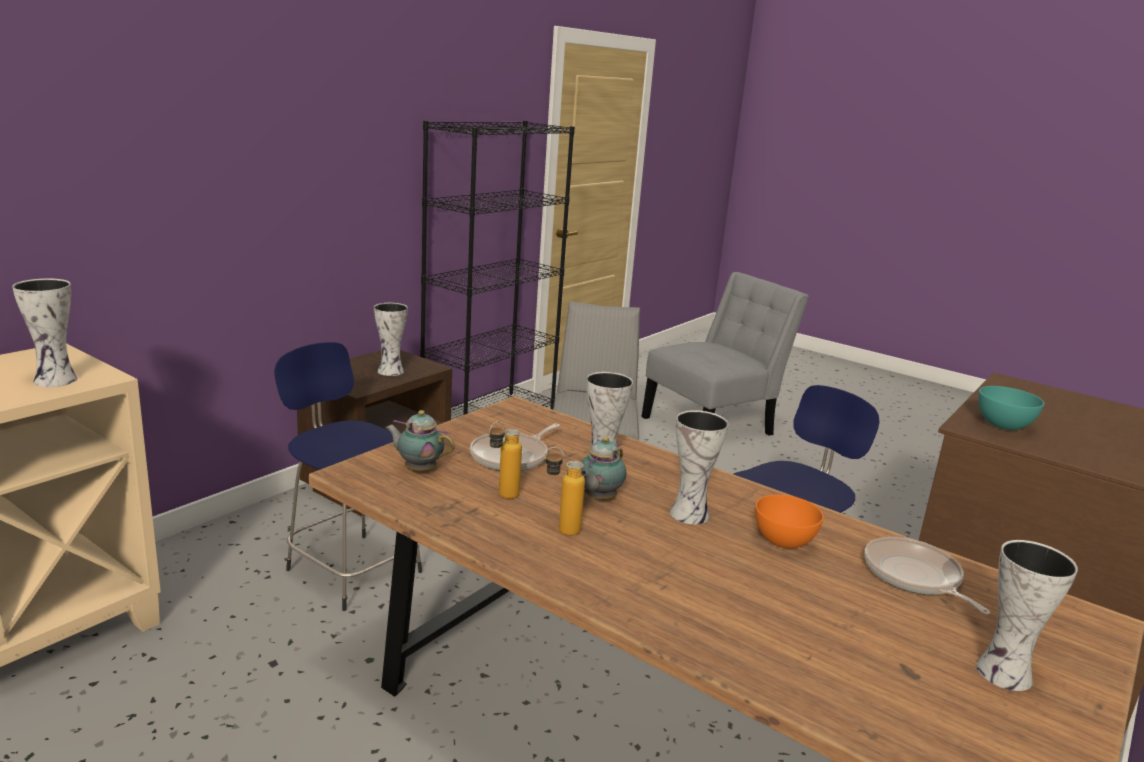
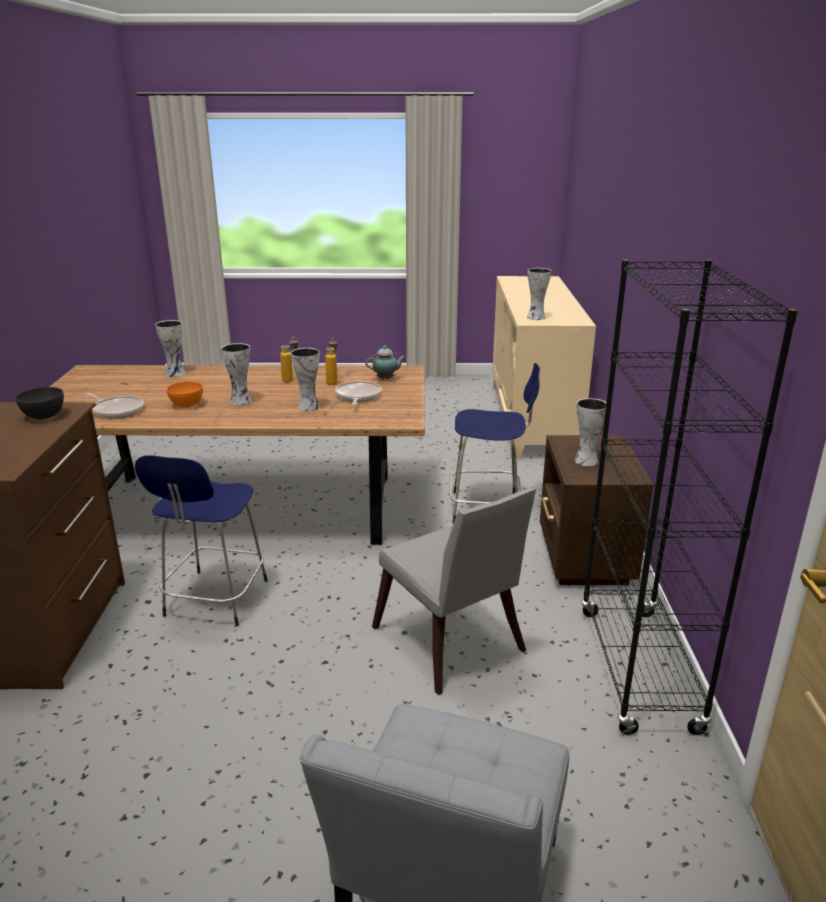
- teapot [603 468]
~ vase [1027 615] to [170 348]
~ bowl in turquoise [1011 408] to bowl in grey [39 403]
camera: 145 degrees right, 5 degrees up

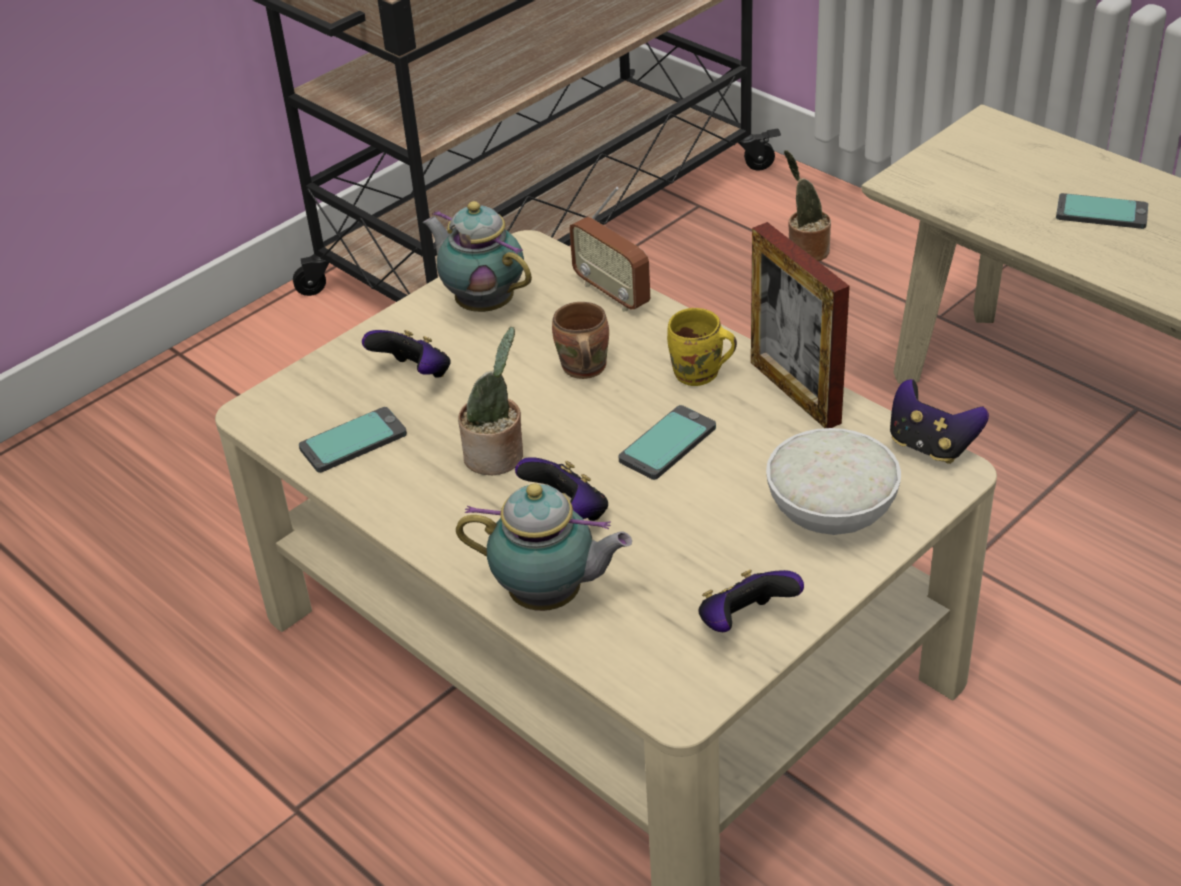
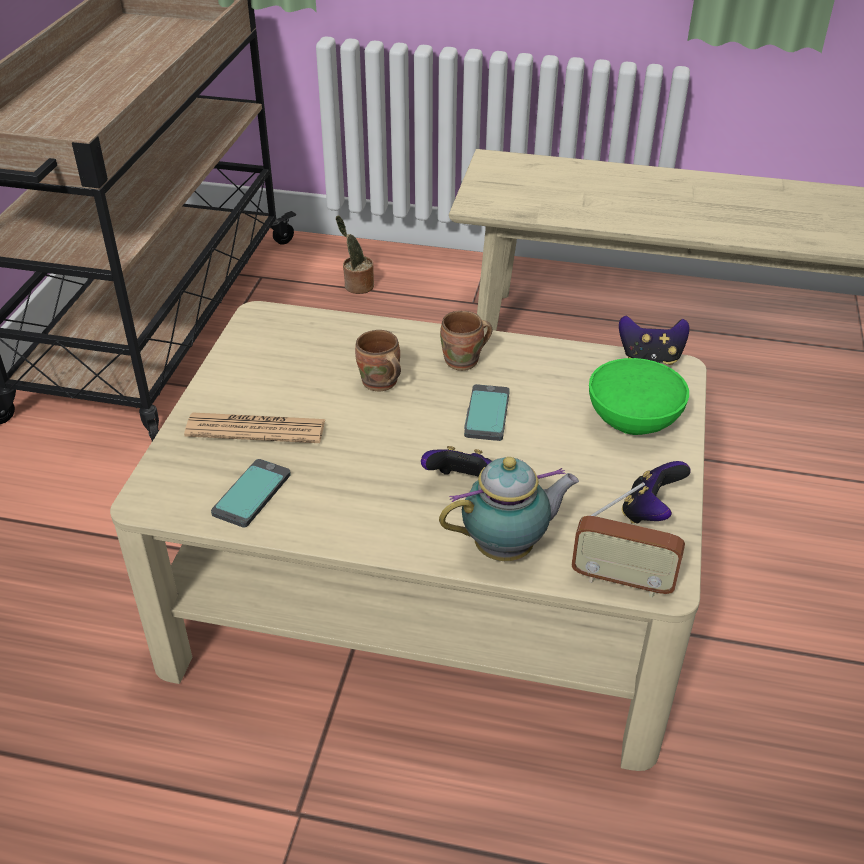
- teapot [477 256]
- potted plant [490 401]
- picture frame [800 325]
- phone [1102 211]
~ radio [609 249] to [628 539]
~ game controller [406 354] to newspaper [255 428]
~ mug in yellow [702 347] to mug in brown [466 340]
~ bowl in white [833 481] to bowl in green [639 396]
camera: 35 degrees left, 0 degrees up

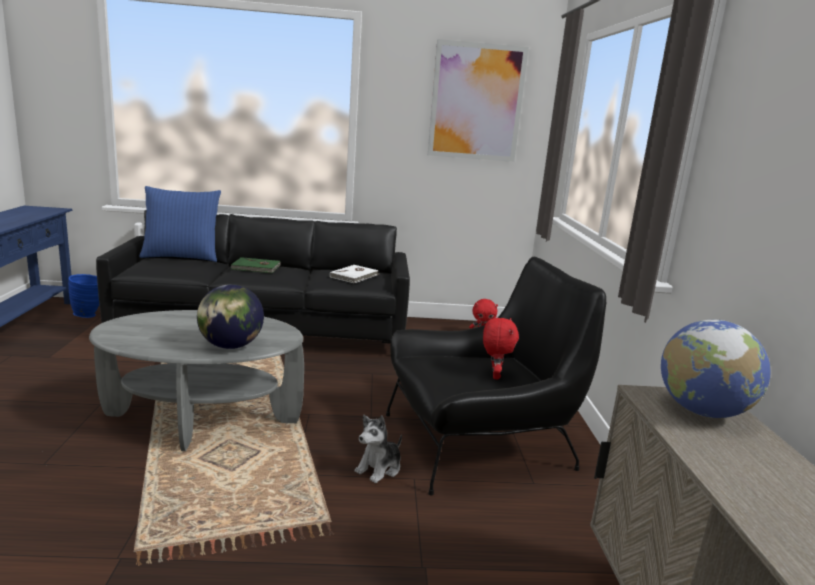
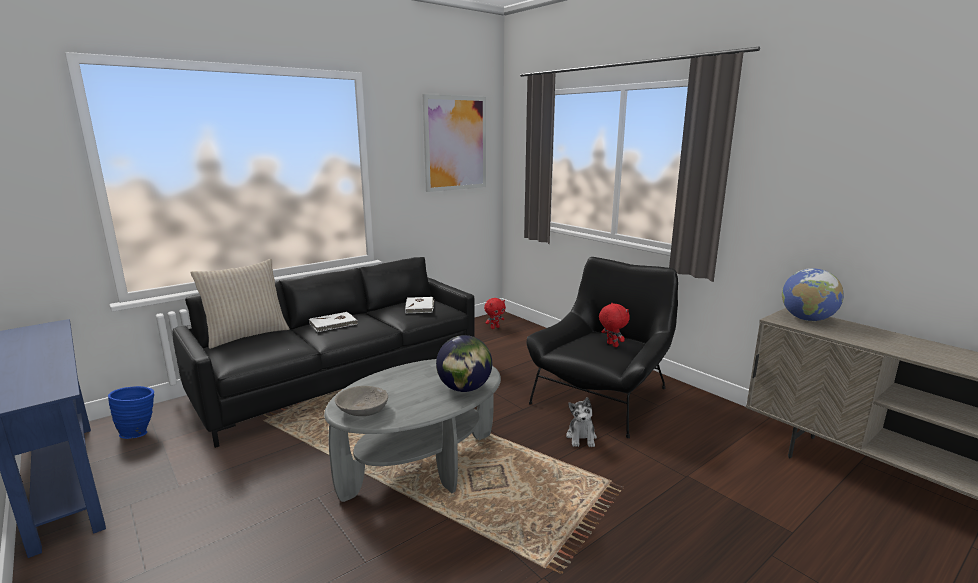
+ bowl in grey [361 401]
~ pillow in blue [180 224] to pillow in beige [240 304]
~ book in green [255 265] to book in white [333 322]
camera: 35 degrees left, 0 degrees up

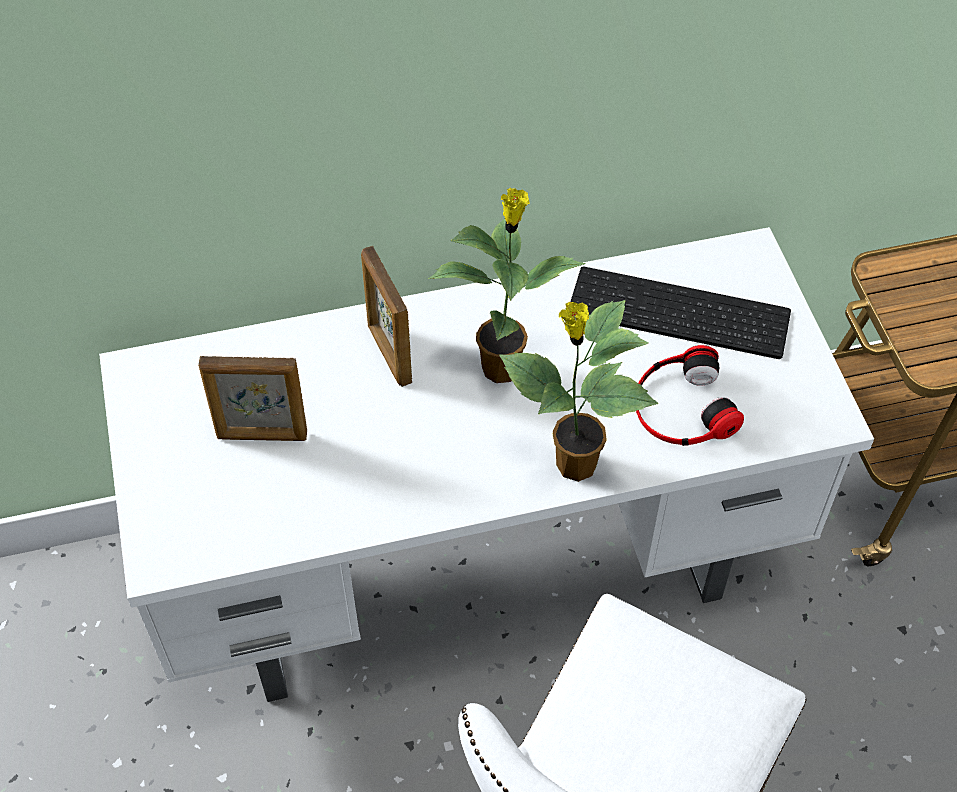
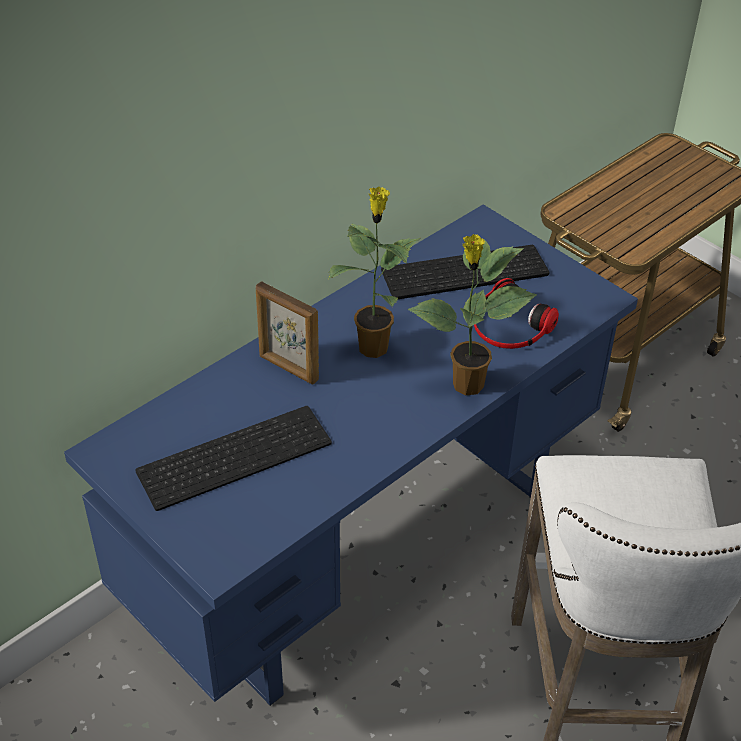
~ picture frame [252 398] to keyboard [233 458]
~ desk in white [486 464] to desk in blue [351 455]
camera: 30 degrees left, 10 degrees down

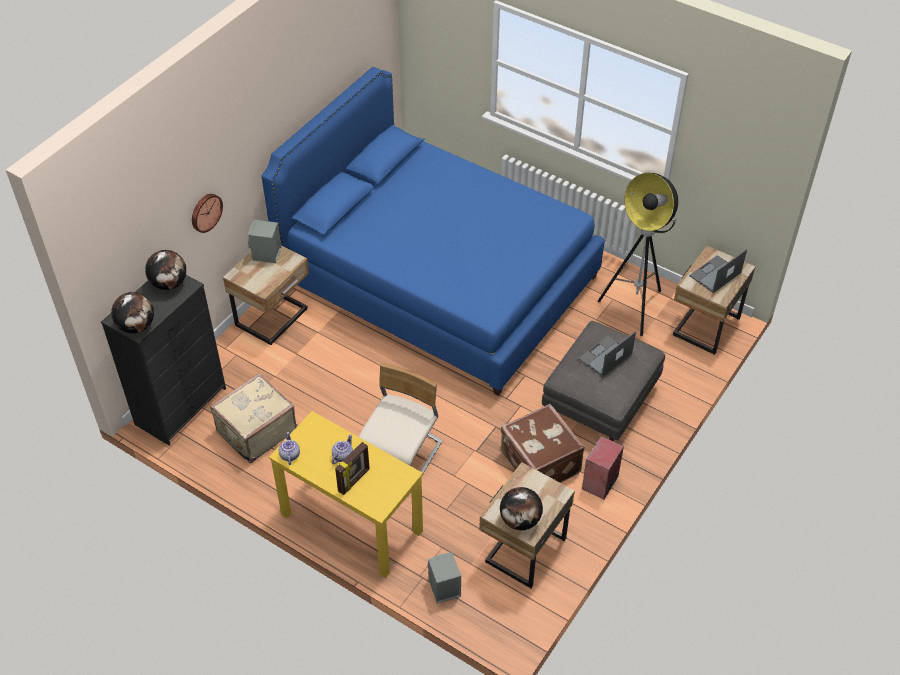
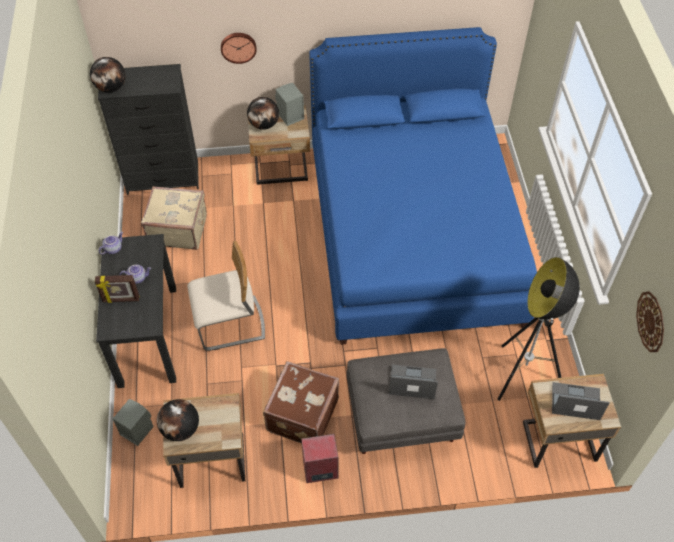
+ wall clock [650 321]
~ globe [165 270] to [263 113]
~ desk in yellow [346 494] to desk in black [136 311]
camera: 50 degrees right, 5 degrees up

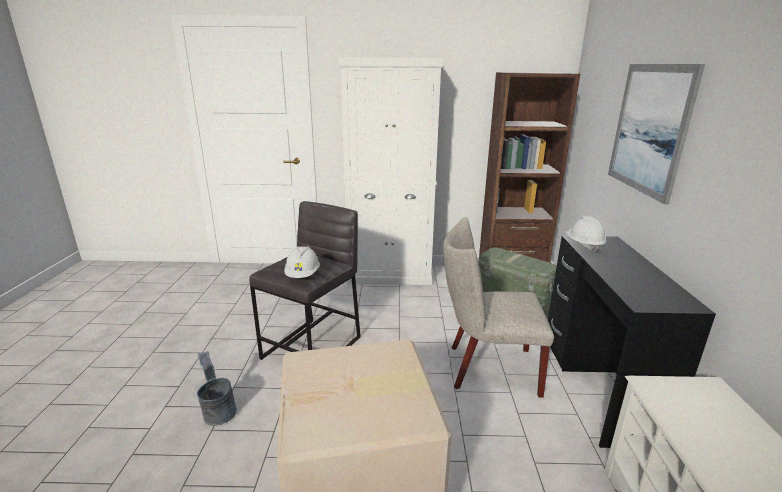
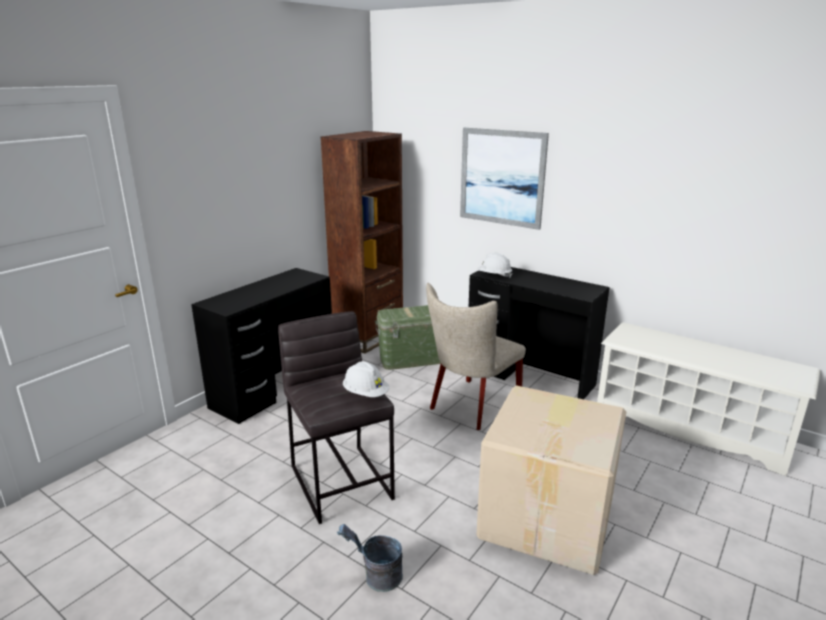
~ cabinet in white [390 171] to desk in black [261 346]
camera: 55 degrees left, 0 degrees up

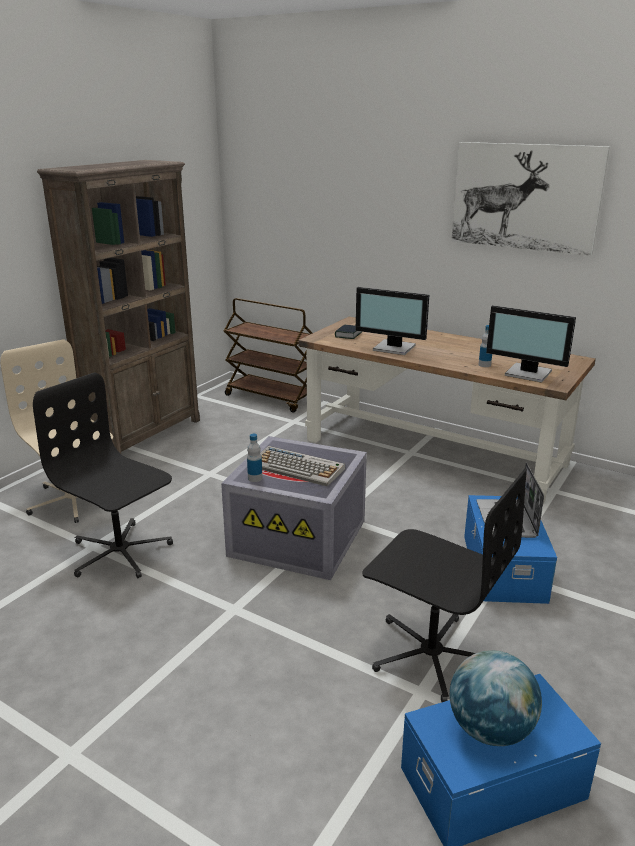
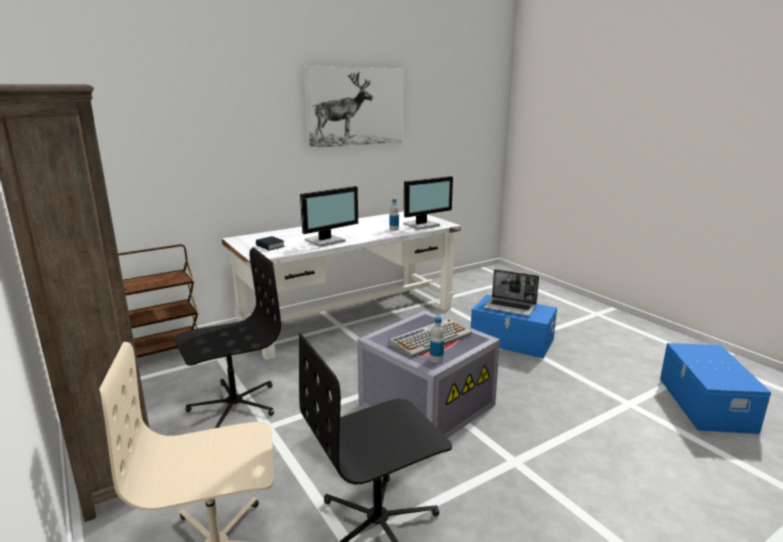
- globe [496 698]
~ office chair in black [444 585] to [227 338]
~ desk in brown [447 410] to desk in white [341 286]
camera: 65 degrees left, 5 degrees down

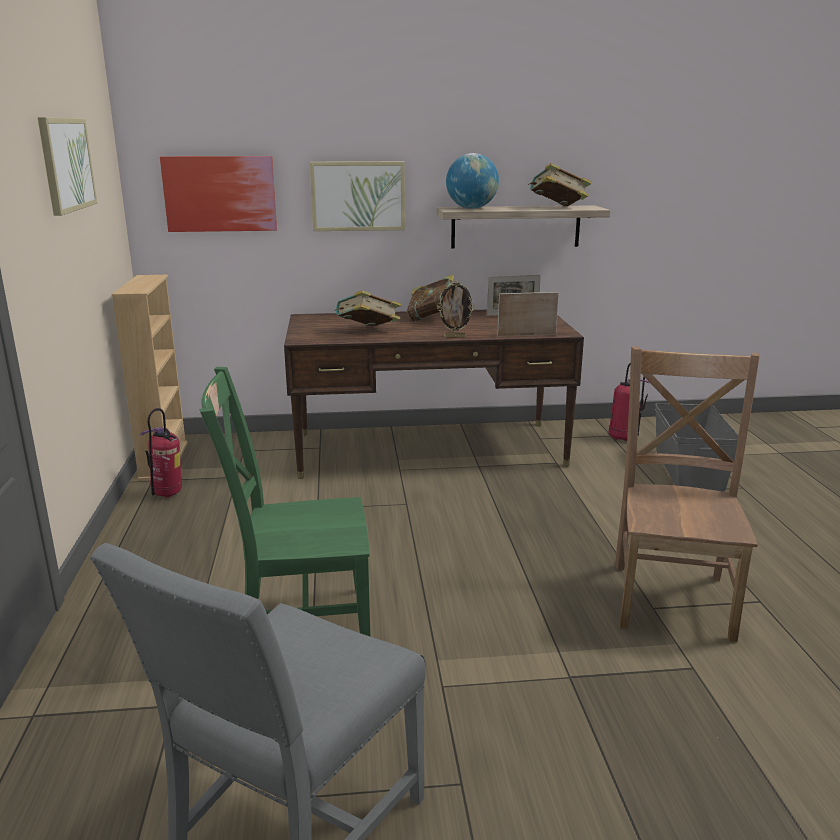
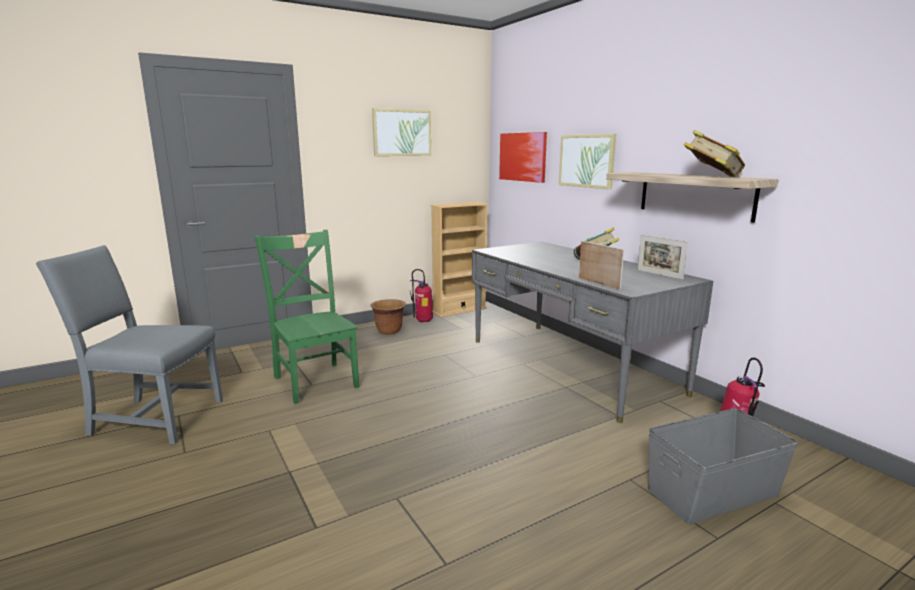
- book [368 308]
- picture frame [456 309]
- globe [472 181]
- chair in brown [687 494]
+ planter in brown [388 317]
~ desk in brown [434 394] to desk in grey [592 332]
camera: 65 degrees right, 5 degrees down

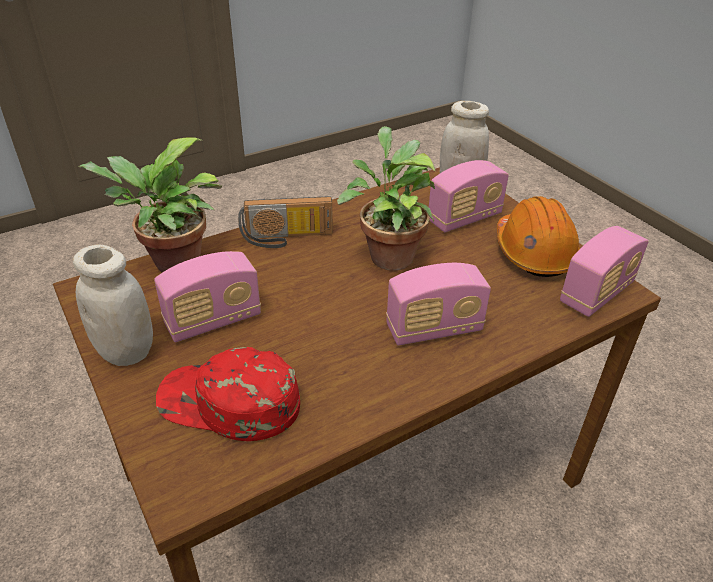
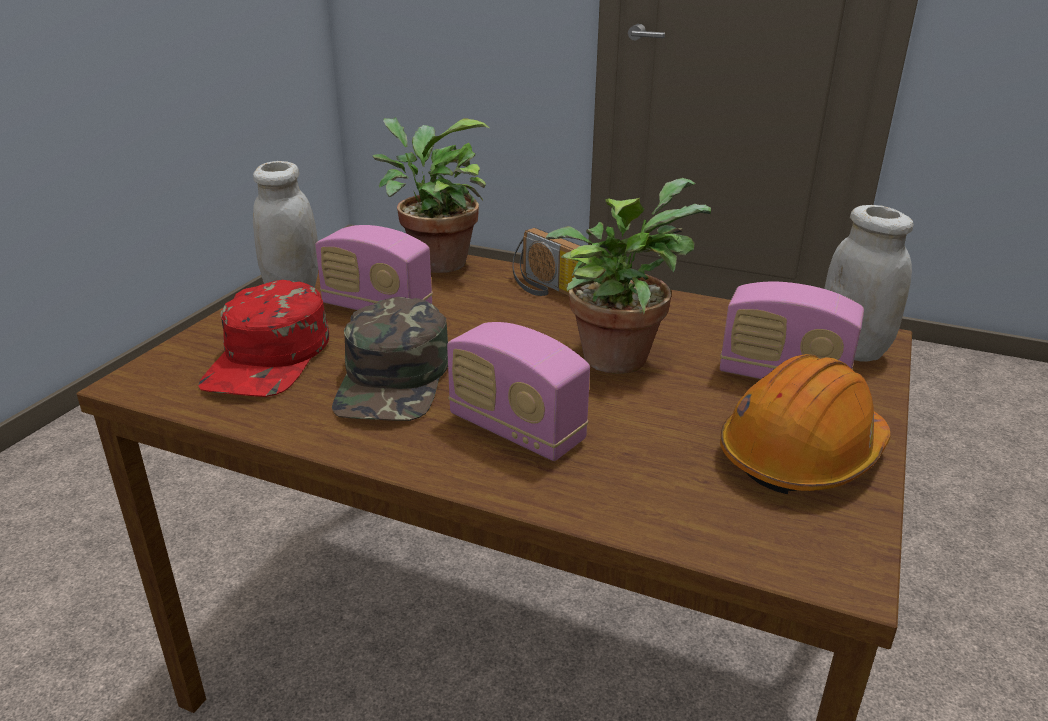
- radio [604 271]
+ cap in green [390 359]
~ cap in red [228 394] = [263 338] 150 degrees counterclockwise
camera: 55 degrees right, 10 degrees down

